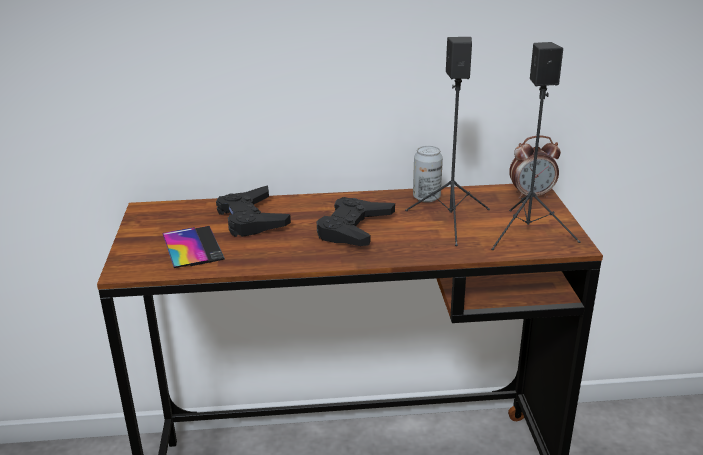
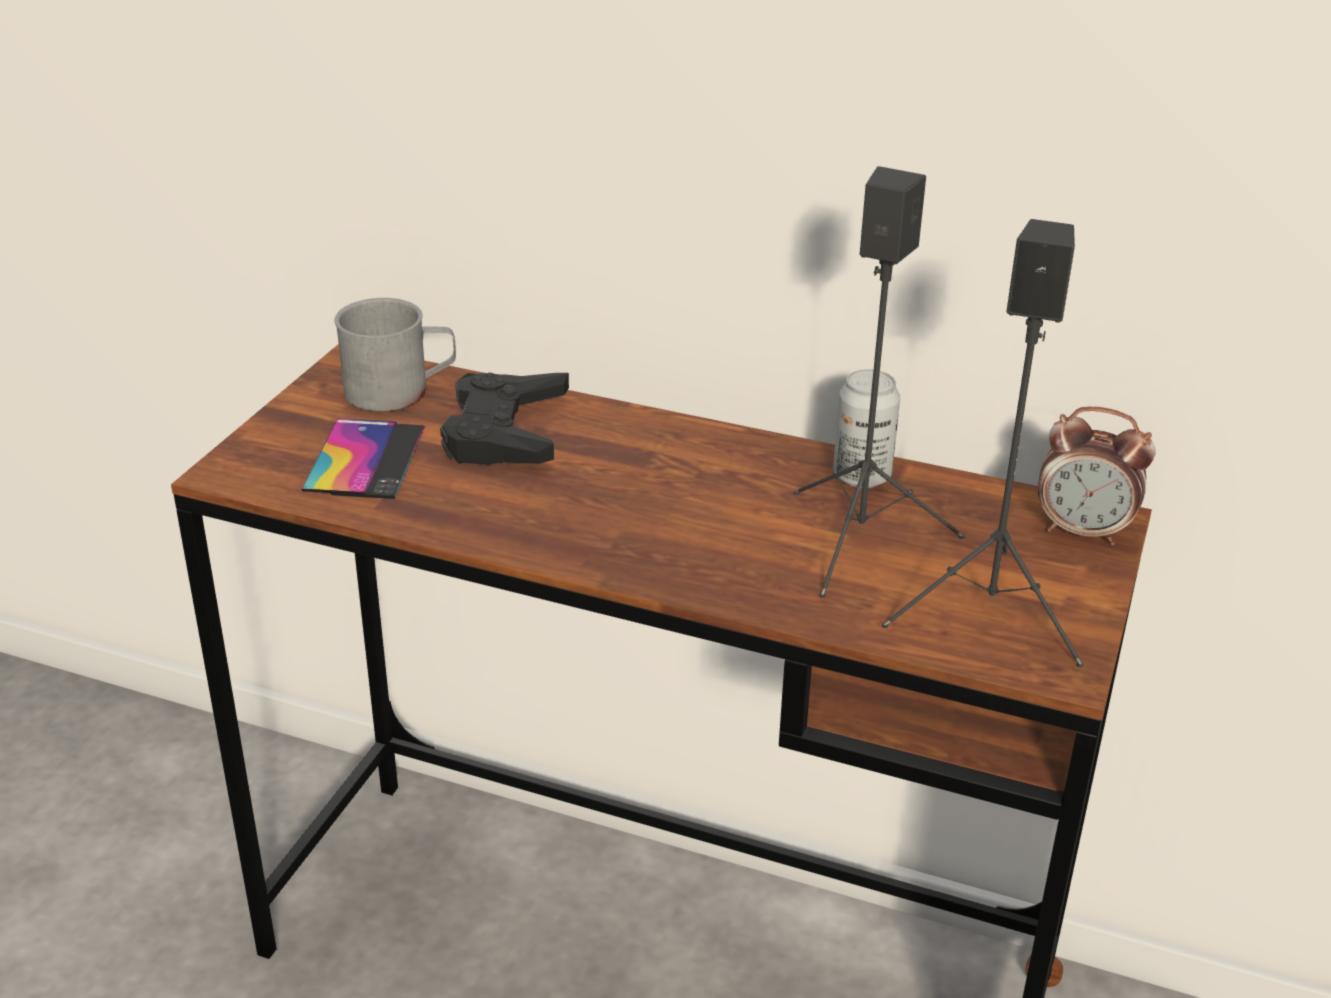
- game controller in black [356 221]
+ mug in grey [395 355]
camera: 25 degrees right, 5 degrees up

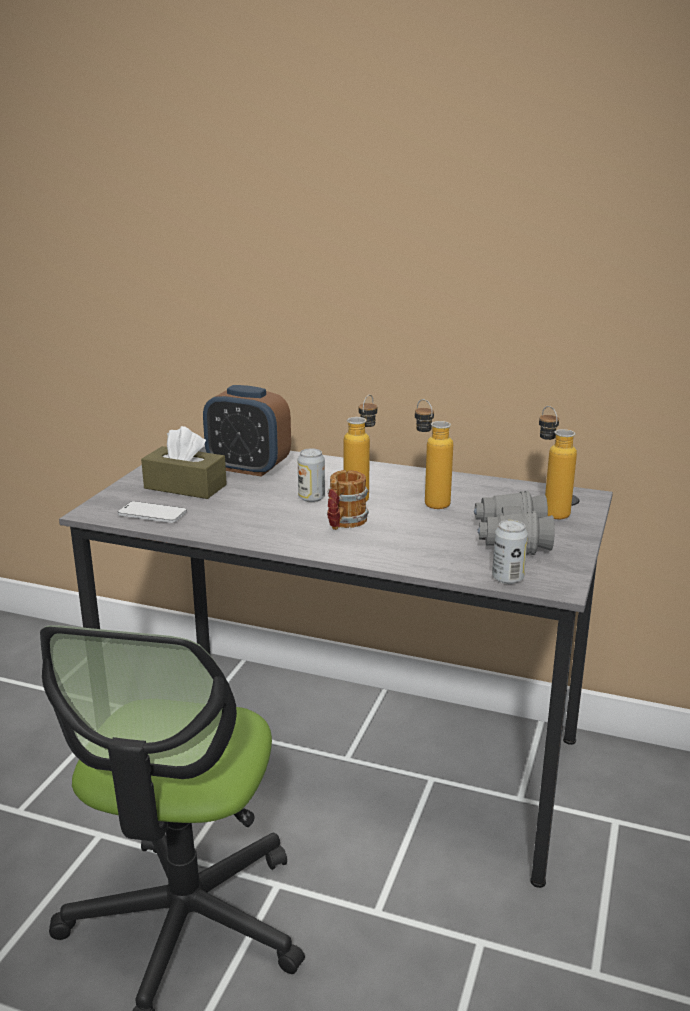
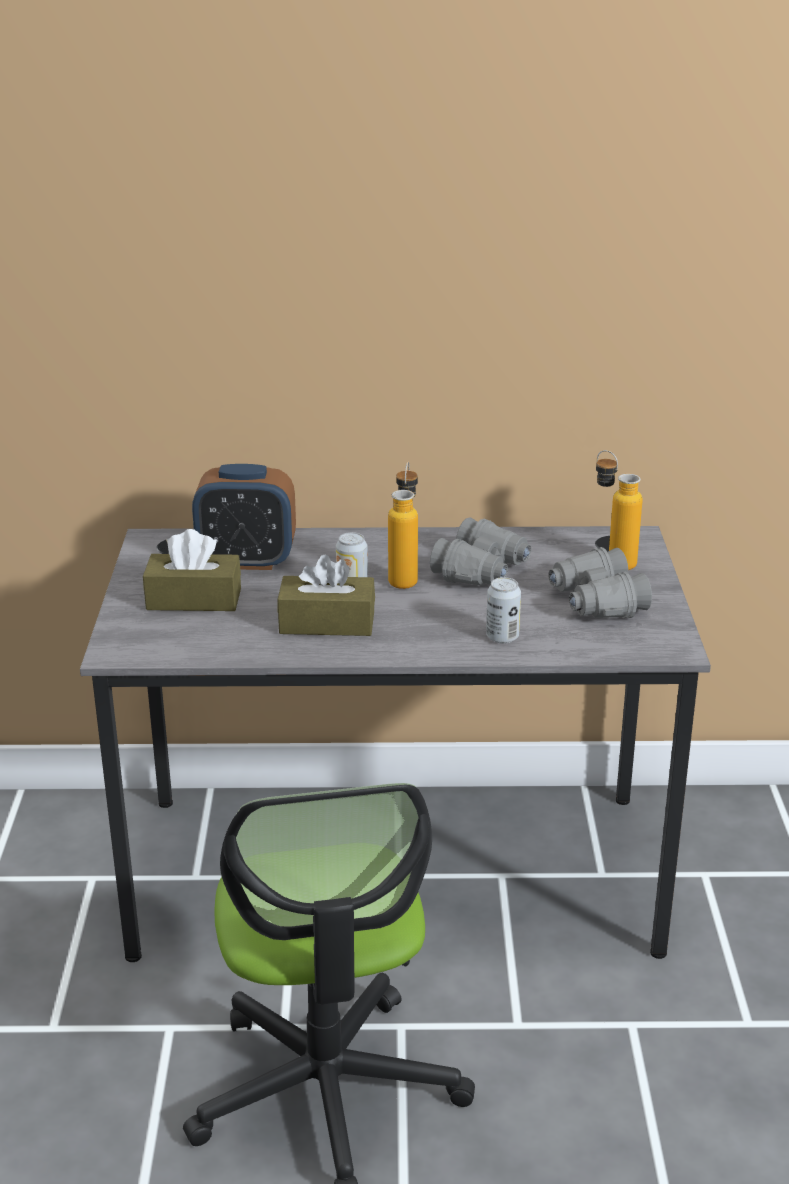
- phone [152 512]
- mug [348 500]
+ tissue box in brown [326 595]
~ can [510 552] to [503 610]
~ bottle [434 454] to binoculars in grey [480 551]
camera: 20 degrees left, 5 degrees up

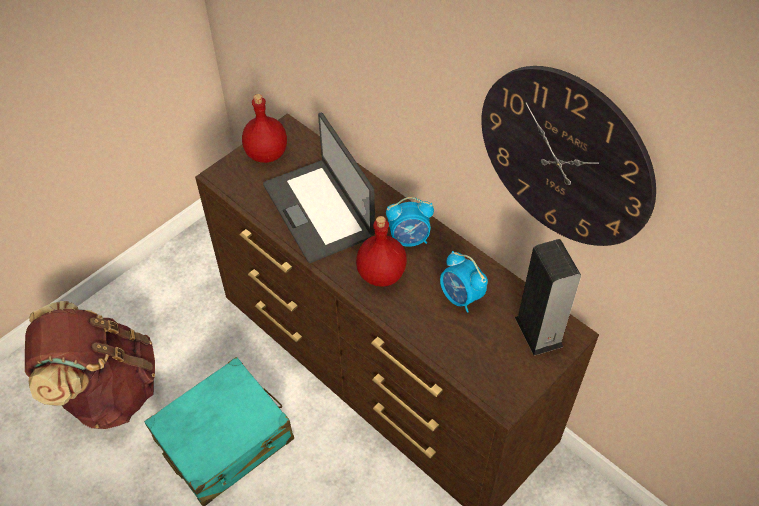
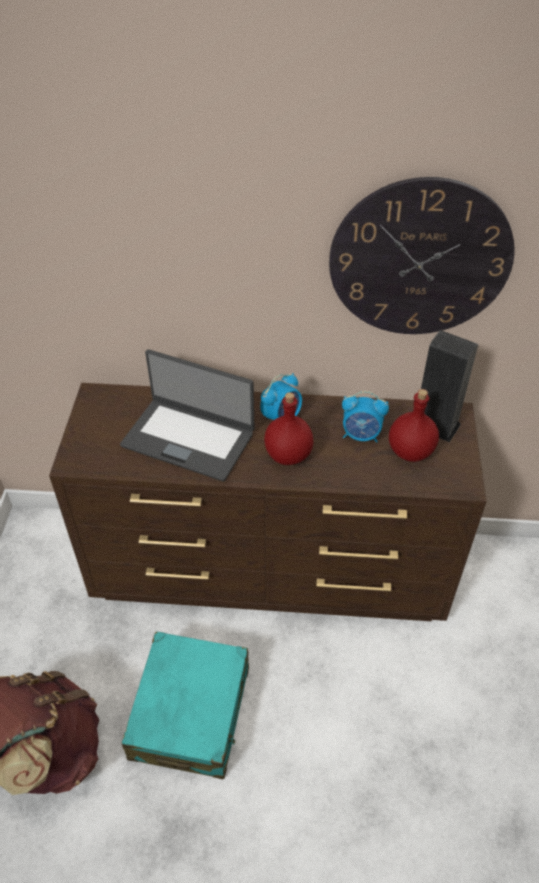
~ bottle in red [264 128] to [414 425]
camera: 40 degrees left, 5 degrees down

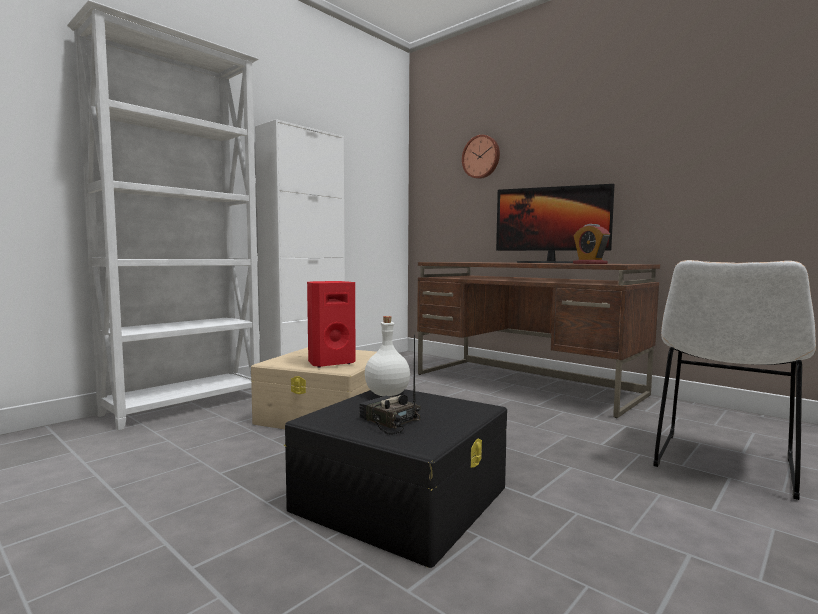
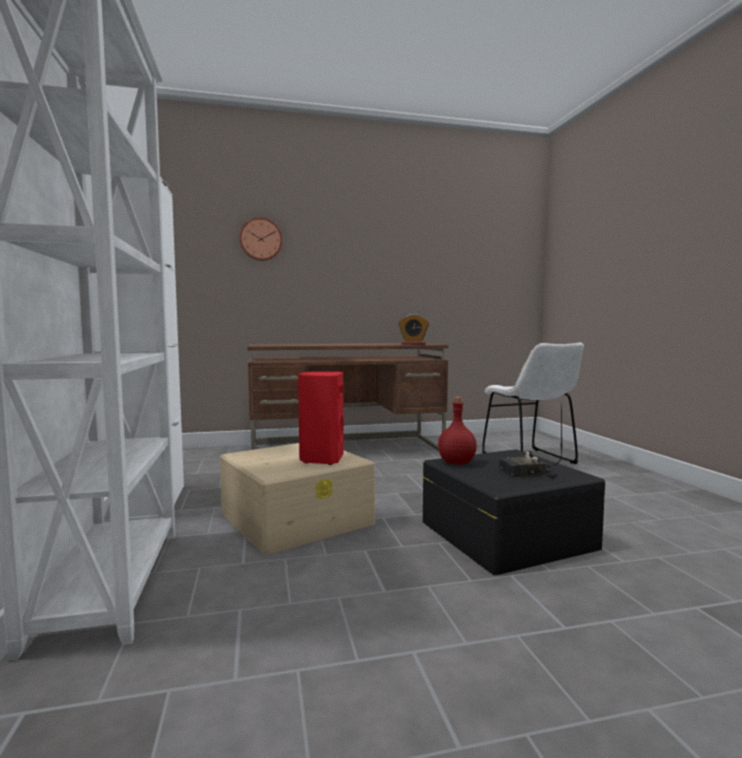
- monitor [555 223]
~ bottle in white [387 356] to bottle in red [457 431]
camera: 55 degrees left, 0 degrees up

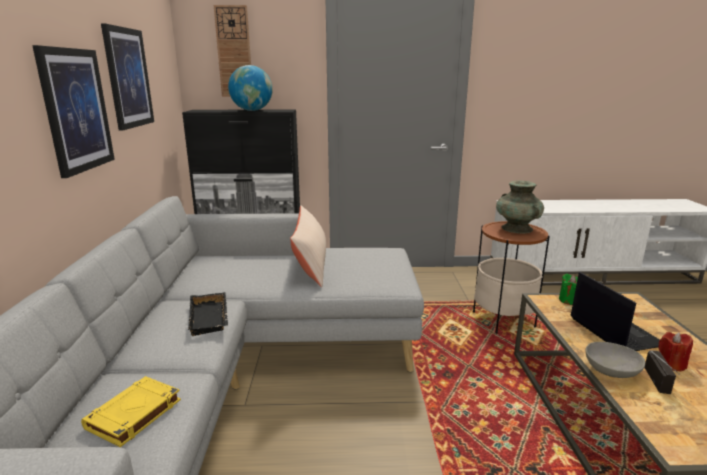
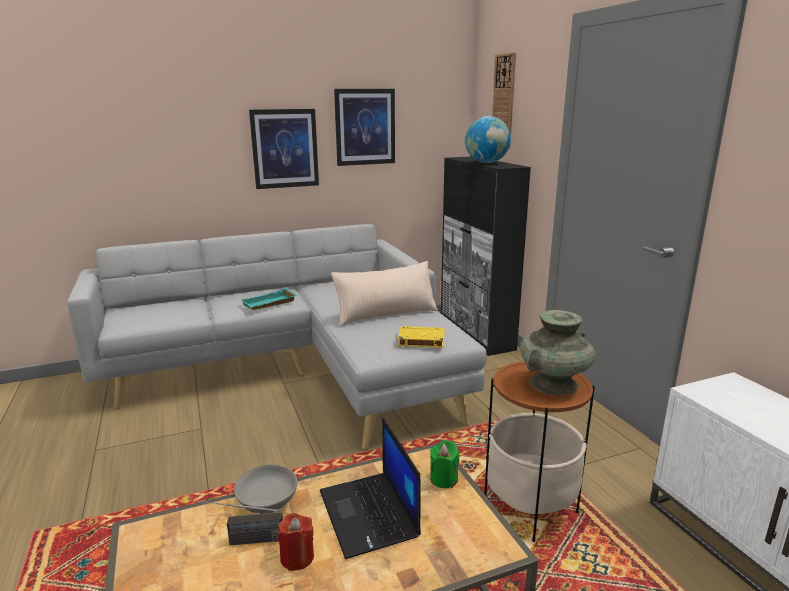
~ book in yellow [131 411] to [421 337]
~ tray in black [208 314] to tray in turquoise [268 299]
~ laptop [615 311] = [370 488] 105 degrees clockwise
camera: 70 degrees right, 0 degrees up

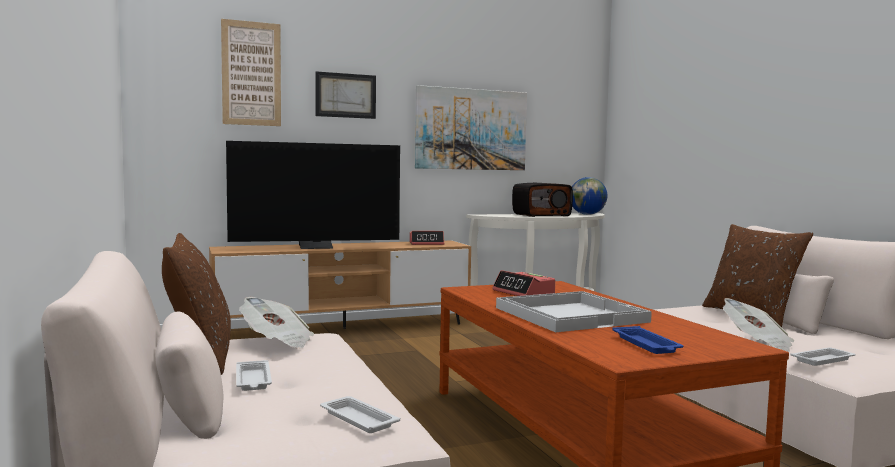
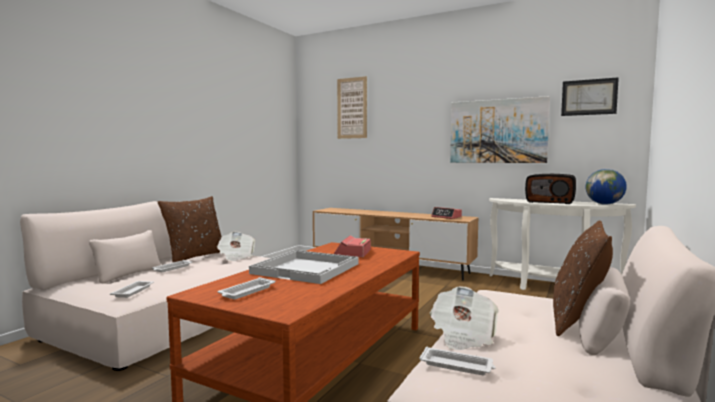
- television [313 195]
~ picture [345 95] to [590 96]
~ tray in blue [648 340] to tray in white [246 288]
camera: 50 degrees right, 0 degrees up

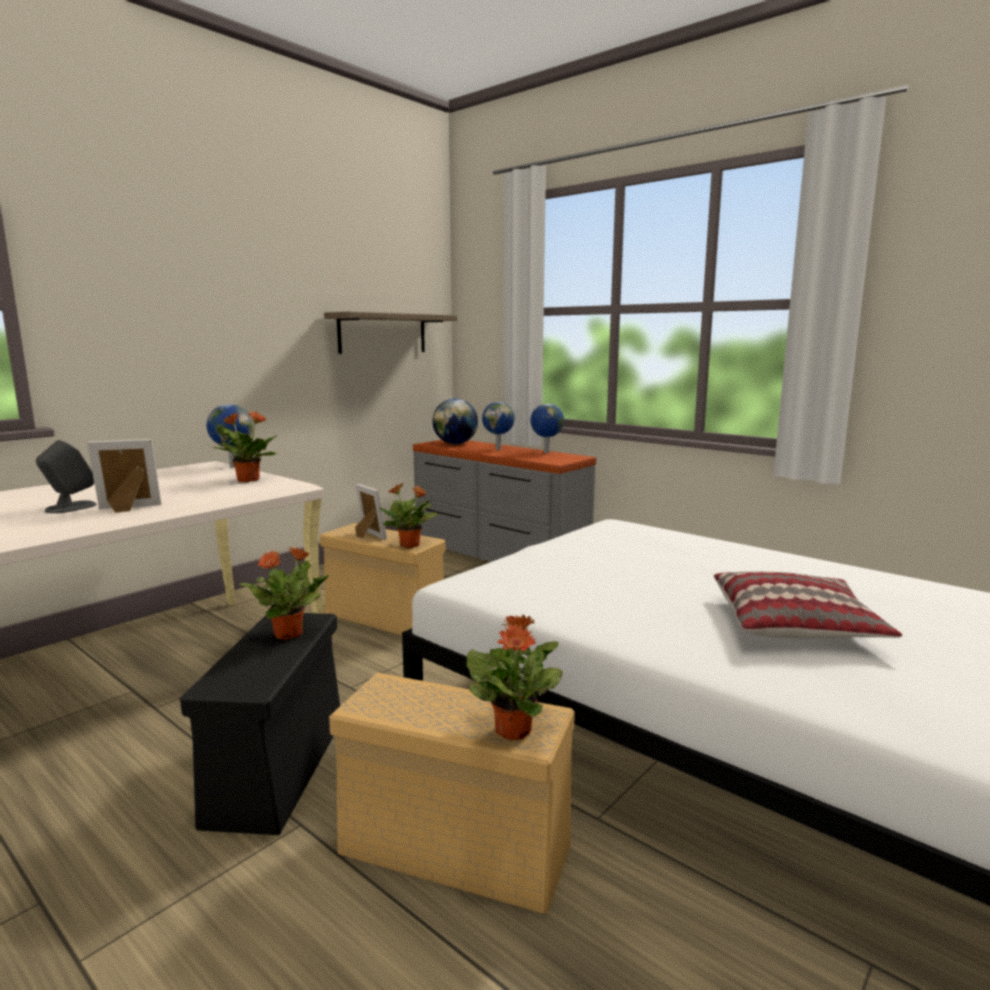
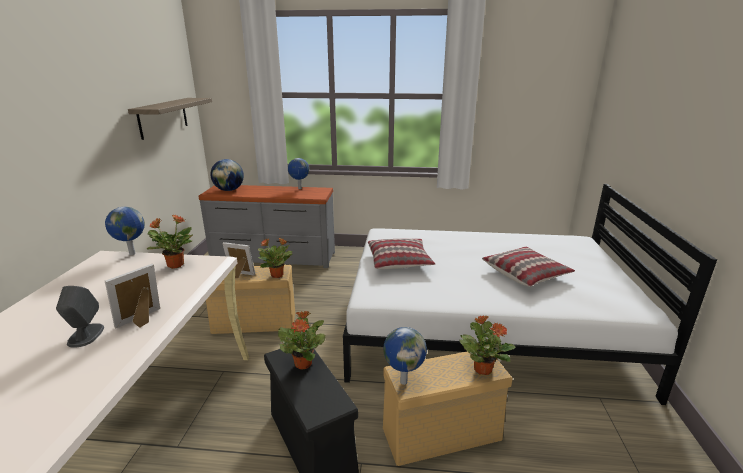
+ pillow [401 254]
~ globe [498 426] to [405 356]
camera: 35 degrees left, 10 degrees up

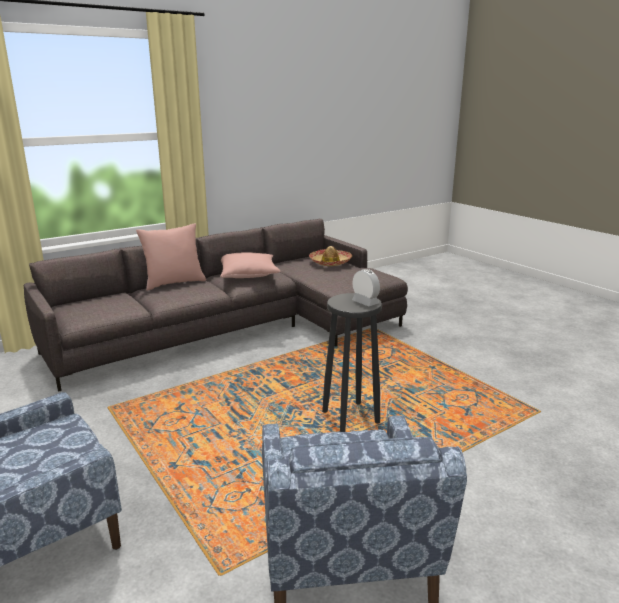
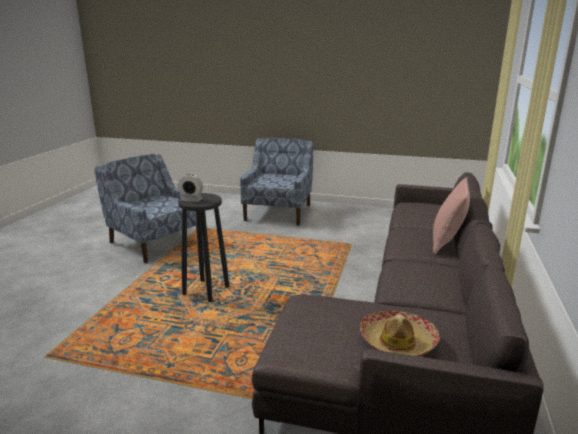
- pillow in pink [250 265]
camera: 140 degrees right, 0 degrees up

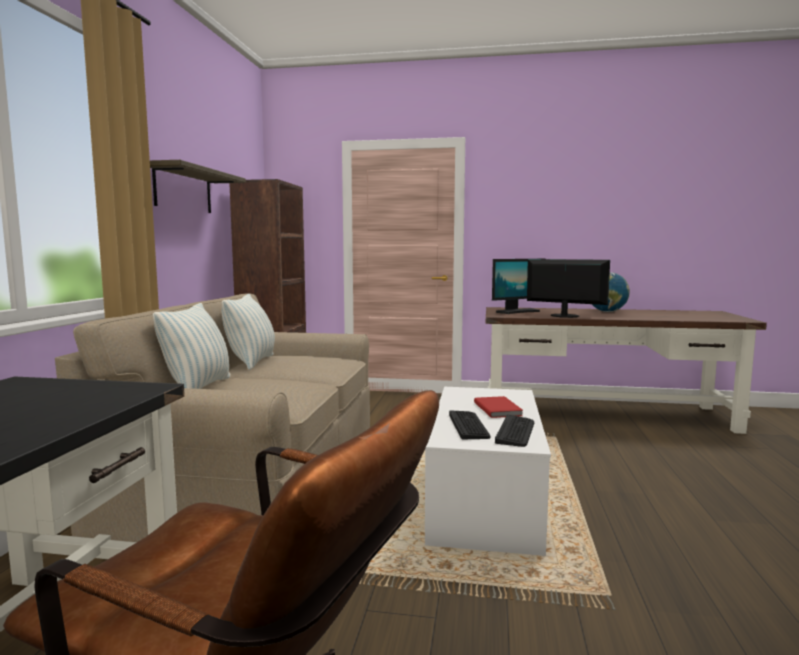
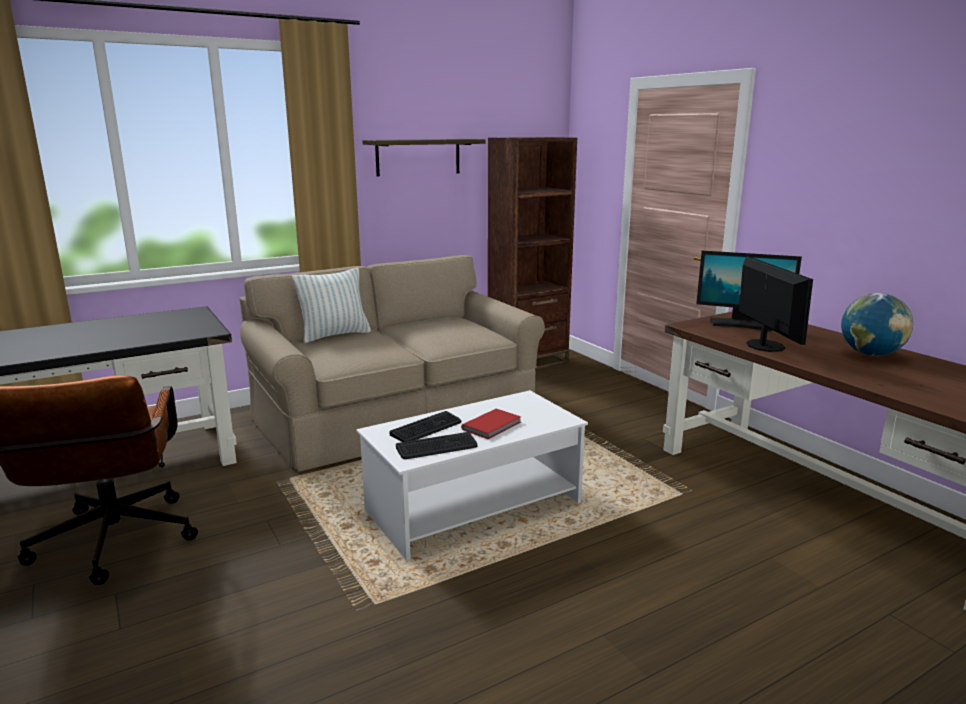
- pillow [248 332]
camera: 50 degrees right, 10 degrees up

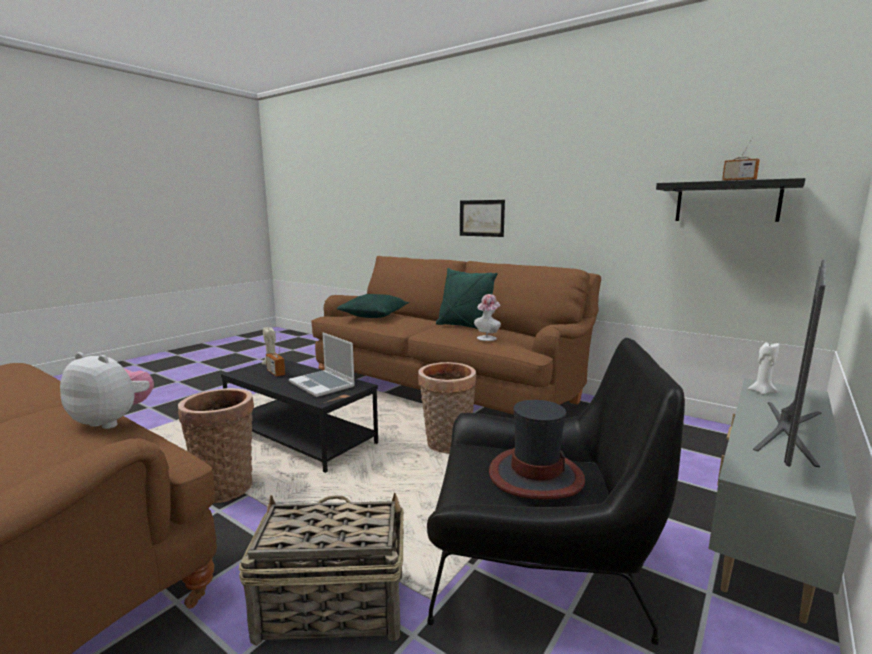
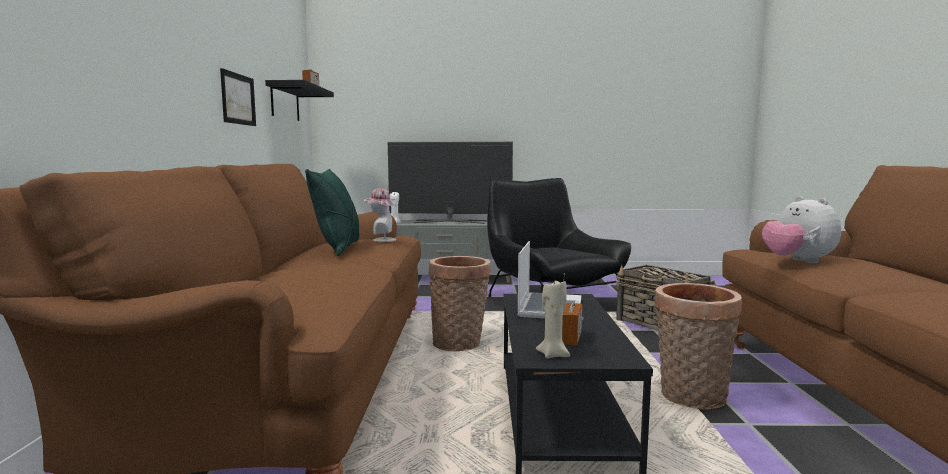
- pillow in green [373 306]
- hat [537 449]
~ picture [482 218] to [238 97]
camera: 125 degrees left, 5 degrees down

